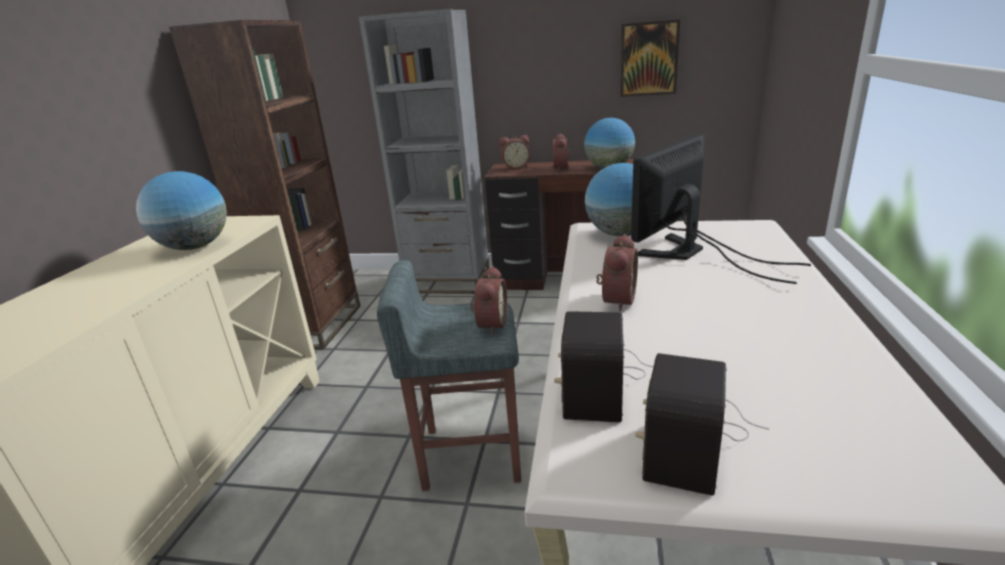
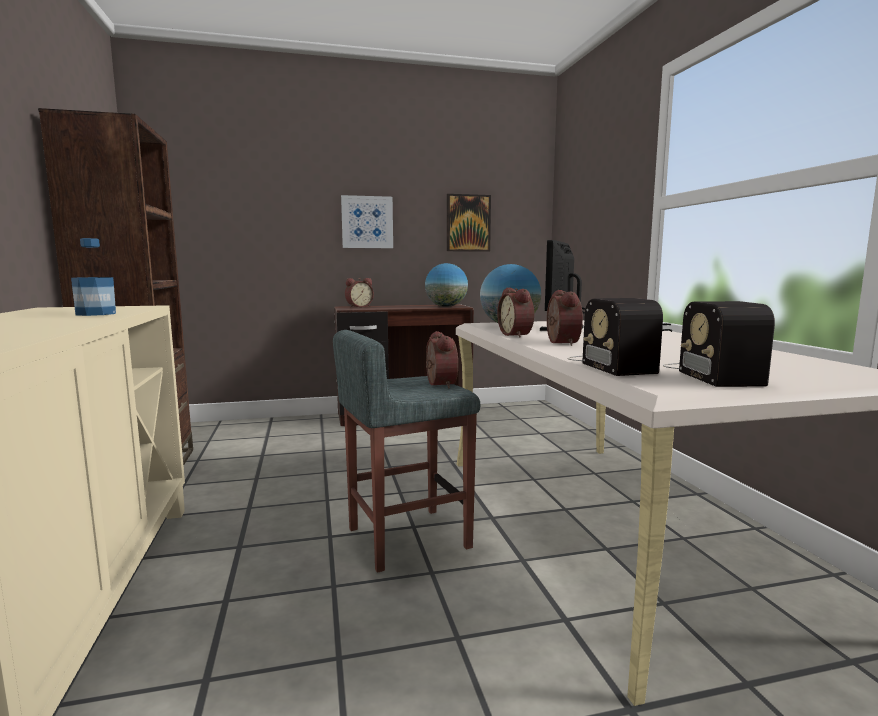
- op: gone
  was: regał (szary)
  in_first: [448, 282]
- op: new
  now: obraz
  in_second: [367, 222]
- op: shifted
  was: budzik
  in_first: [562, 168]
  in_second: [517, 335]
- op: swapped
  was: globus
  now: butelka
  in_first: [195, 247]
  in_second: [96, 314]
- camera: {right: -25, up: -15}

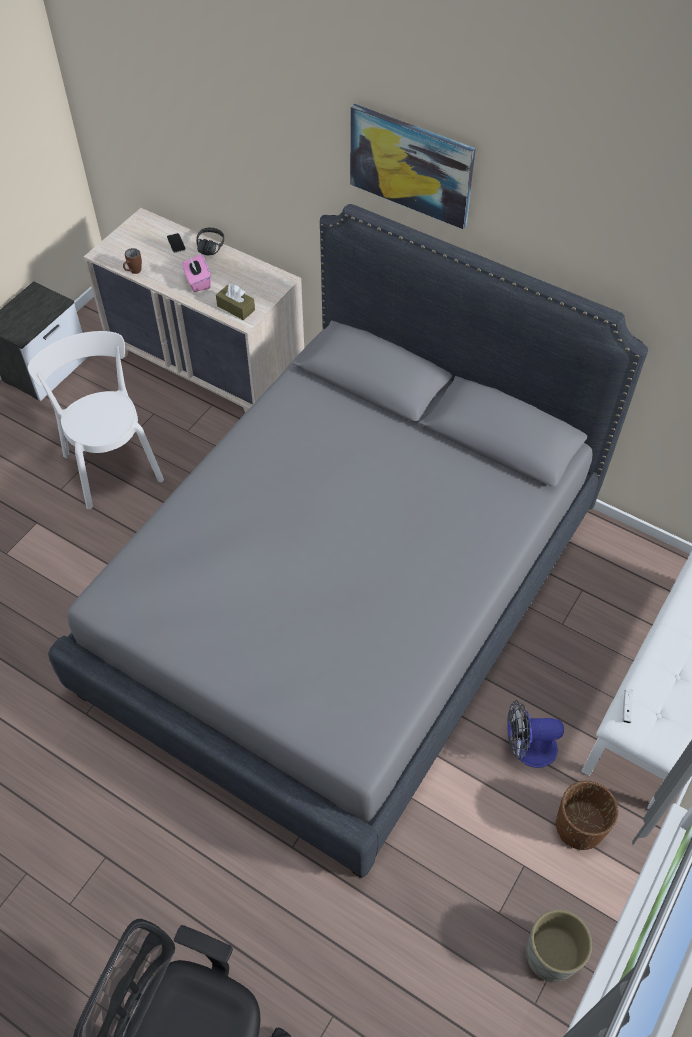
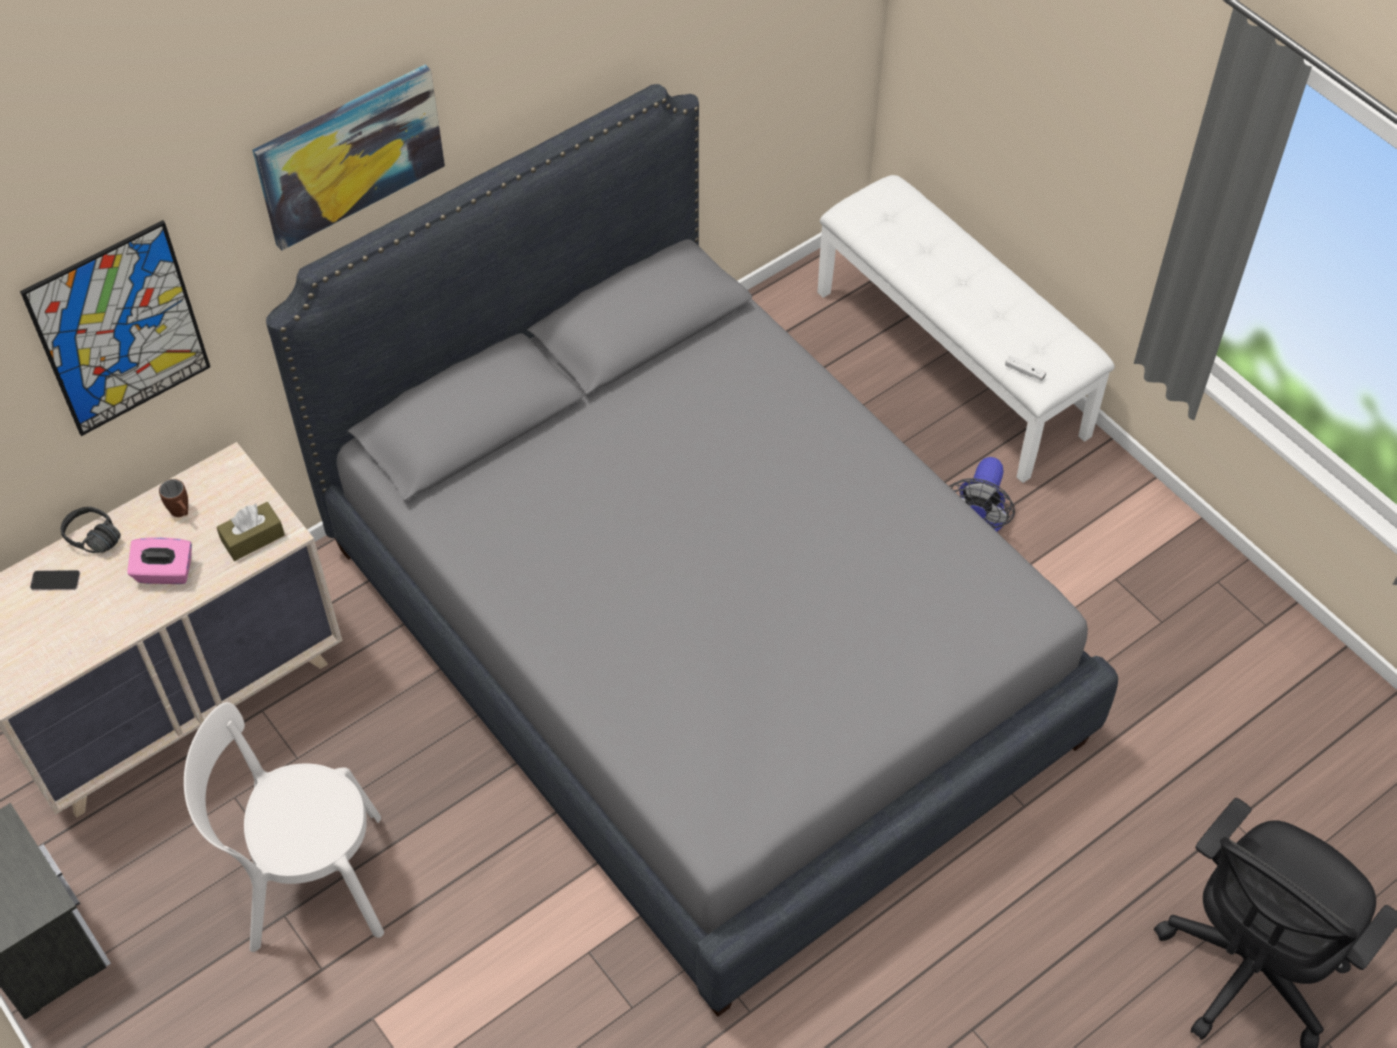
- op: gone
  was: donica (szary)
  in_first: [550, 955]
- op: gone
  was: donica (brązowy)
  in_first: [579, 827]
- op: new
  now: obraz
  in_second: [119, 330]
- op: shifted
  was: kubek (brązowy)
  in_first: [133, 272]
  in_second: [182, 514]
- camera: {right: -70, up: 0}

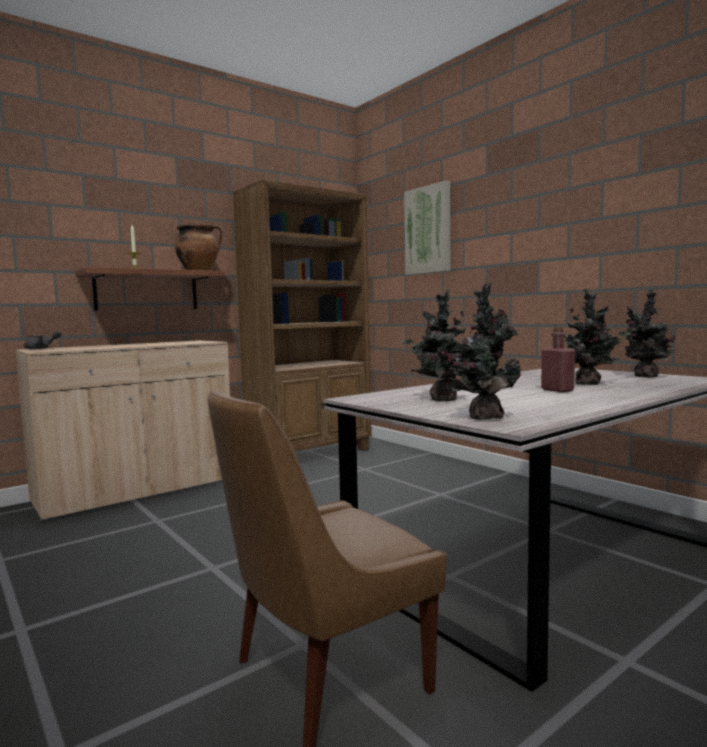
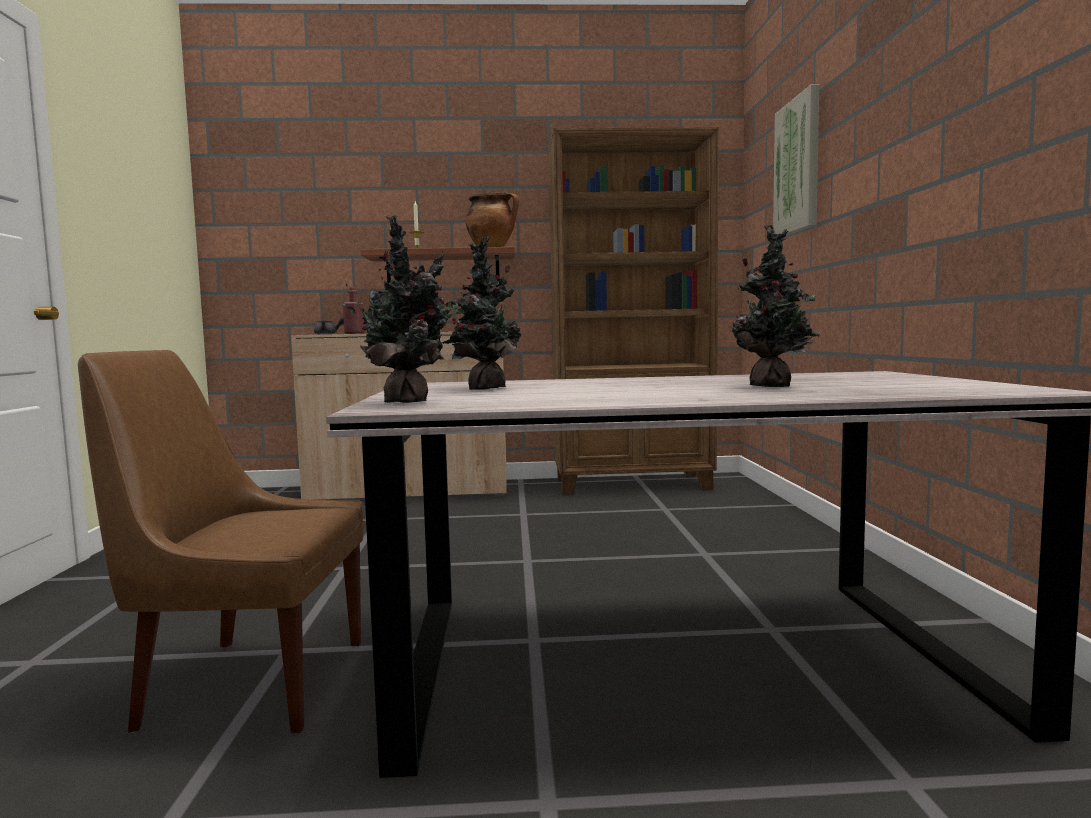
- op: gone
  was: roślina doniczkowa
  in_first: [645, 377]
- op: shifted
  was: butelka (czerwony)
  in_first: [557, 390]
  in_second: [354, 333]
- camera: {right: 35, up: 0}

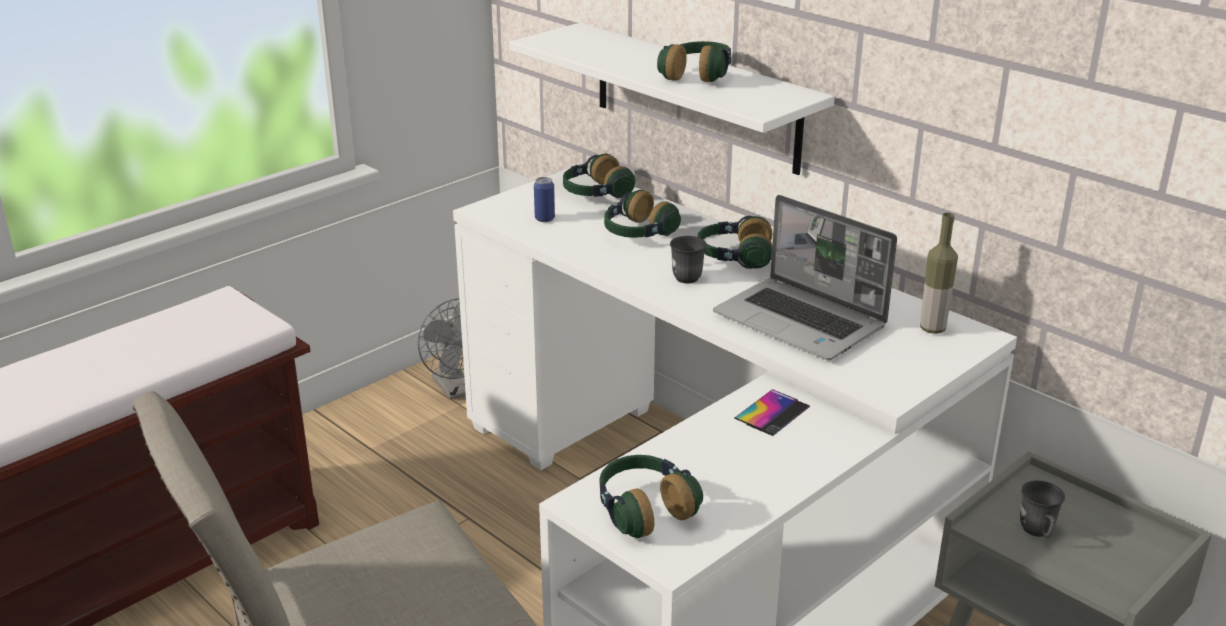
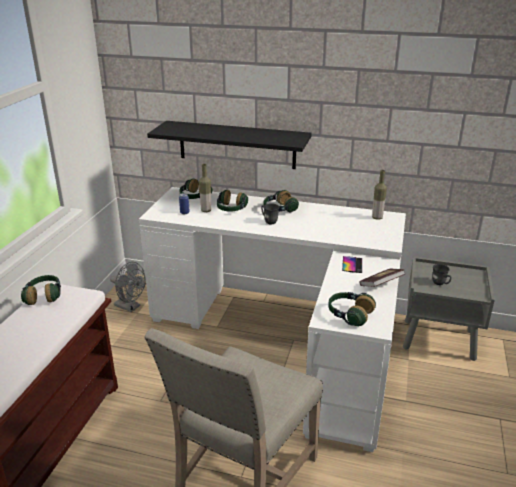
- op: gone
  was: laptop
  in_first: [801, 322]
- op: new
  now: butelka
  in_second: [206, 210]
- op: new
  now: książka
  in_second: [381, 285]
- op: shifted
  was: słuchawki
  in_first: [697, 75]
  in_second: [44, 296]
- op: repainted
  was: półka (biały)
  now: półka (czarny)
  in_first: [695, 97]
  in_second: [237, 145]
- camera: {right: -30, up: 0}

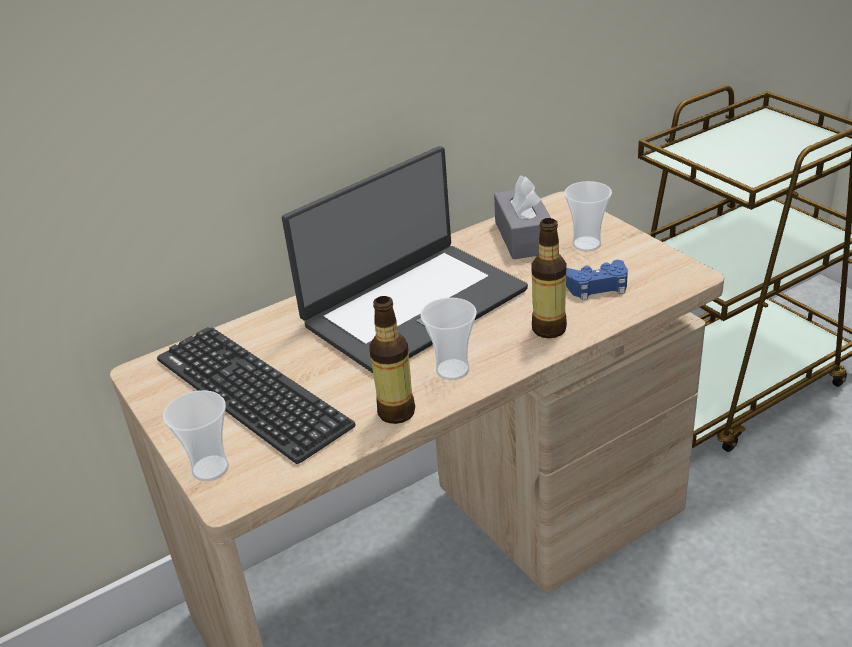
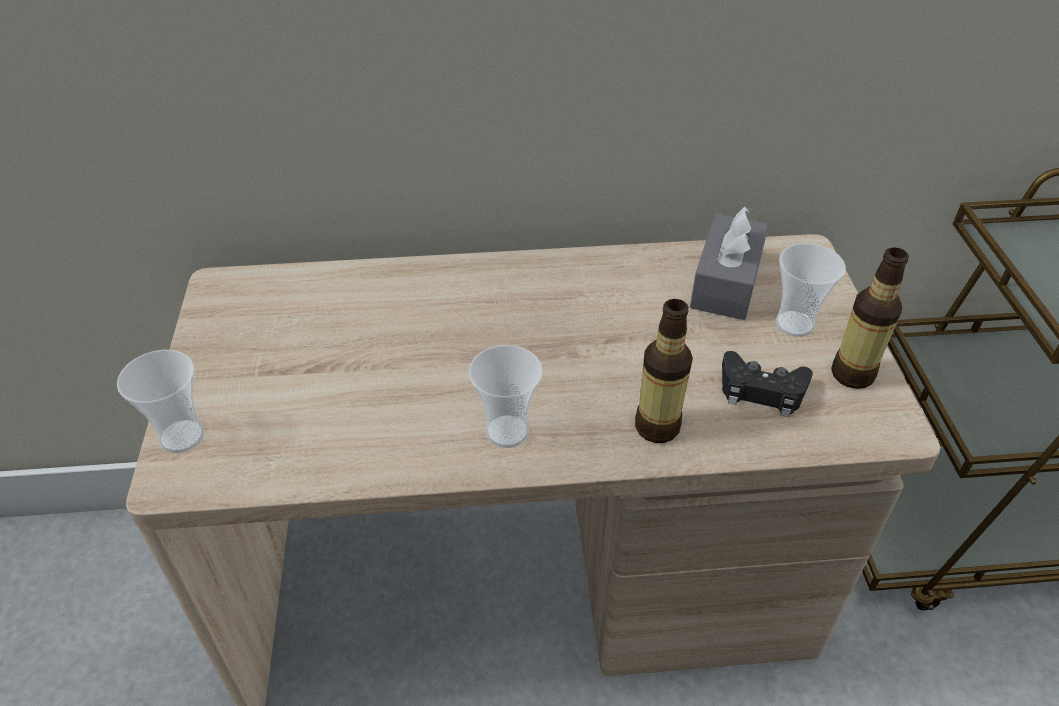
- op: gone
  was: klawiatura
  in_first: [251, 392]
- op: gone
  was: laptop
  in_first: [413, 306]
- op: shifted
  was: butelka
  in_first: [396, 412]
  in_second: [852, 374]
- op: repainted
  was: pad do gier (niebieski)
  now: pad do gier (czarny)
  in_first: [596, 286]
  in_second: [761, 390]
- camera: {right: 25, up: 10}

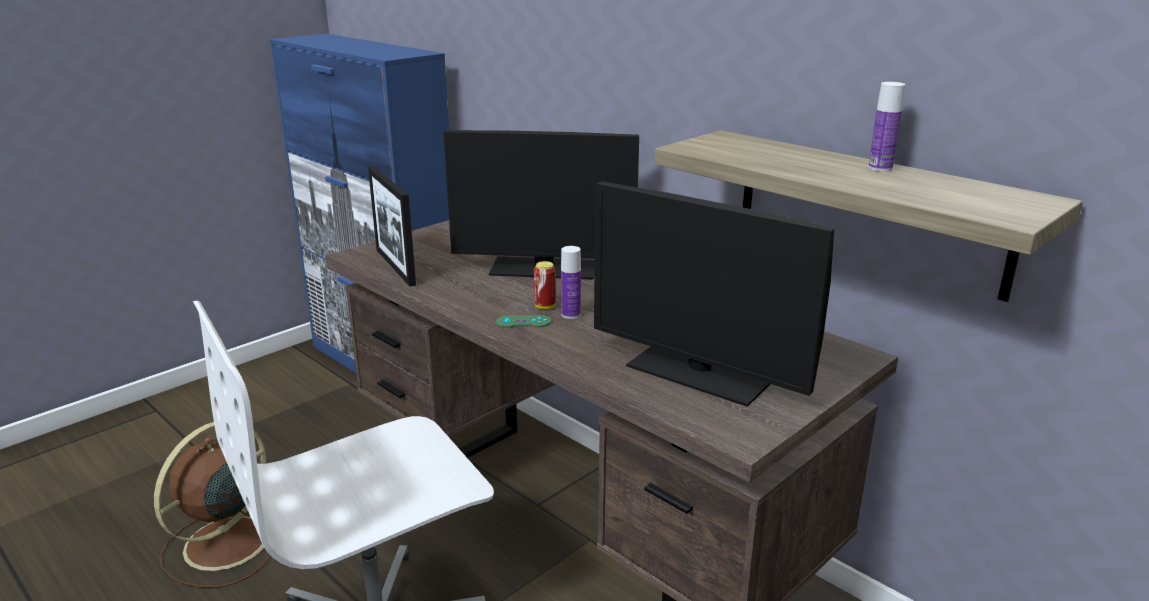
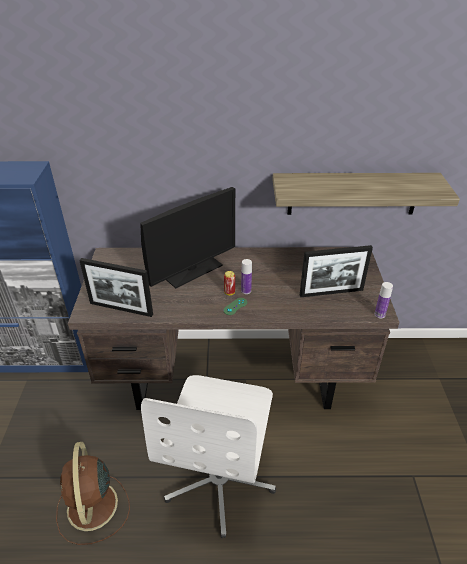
- op: shifted
  was: butelka
  in_first: [880, 168]
  in_second: [379, 314]
- op: swapped
  was: monitor
  now: ramka na zdjęcie
  in_first: [699, 373]
  in_second: [331, 292]
- camera: {right: -45, up: 15}

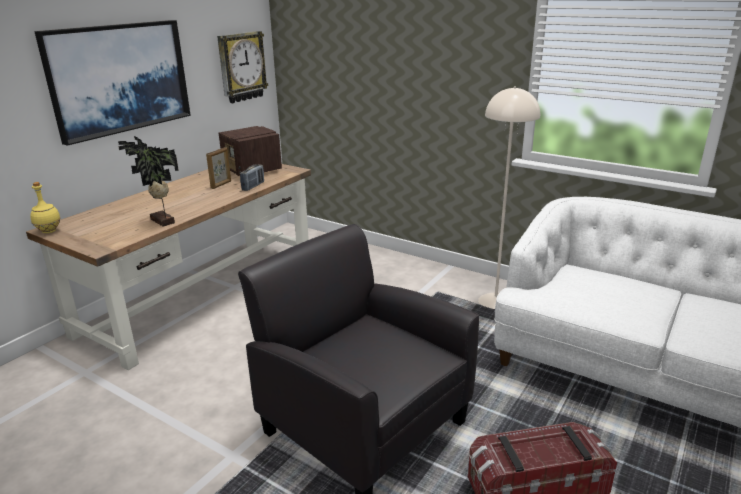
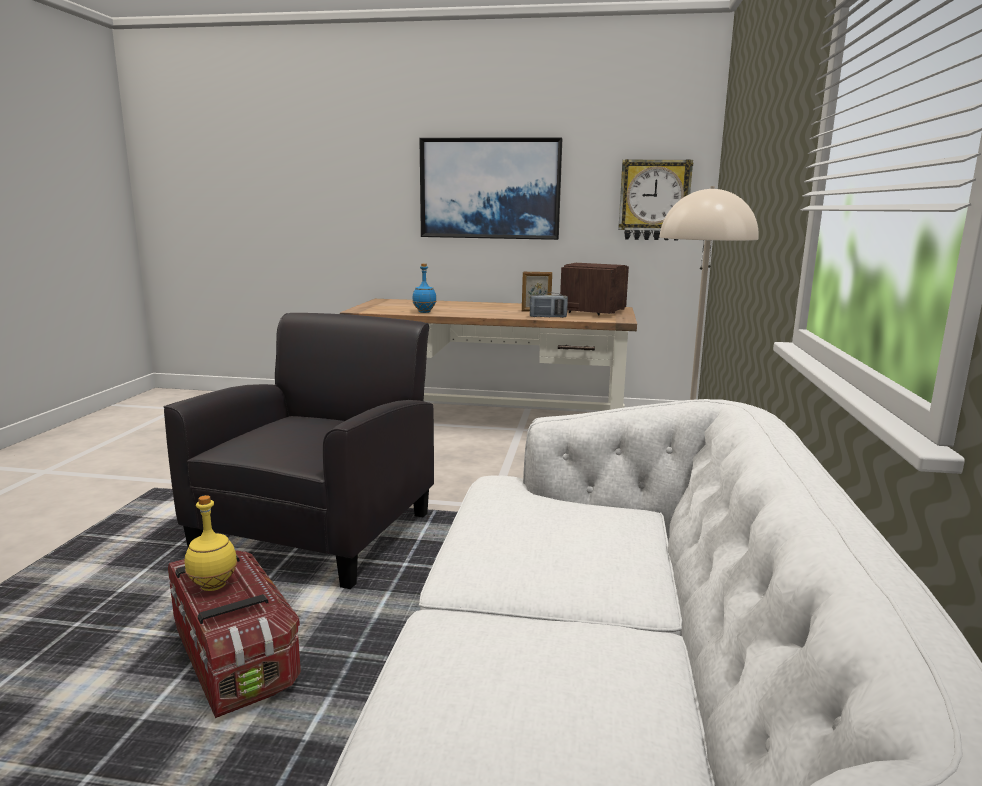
- op: shifted
  was: butelka (żółty)
  in_first: [48, 231]
  in_second: [213, 585]
- op: swapped
  was: roślina doniczkowa
  now: butelka (niebieski)
  in_first: [161, 222]
  in_second: [424, 312]
- camera: {right: 65, up: -10}

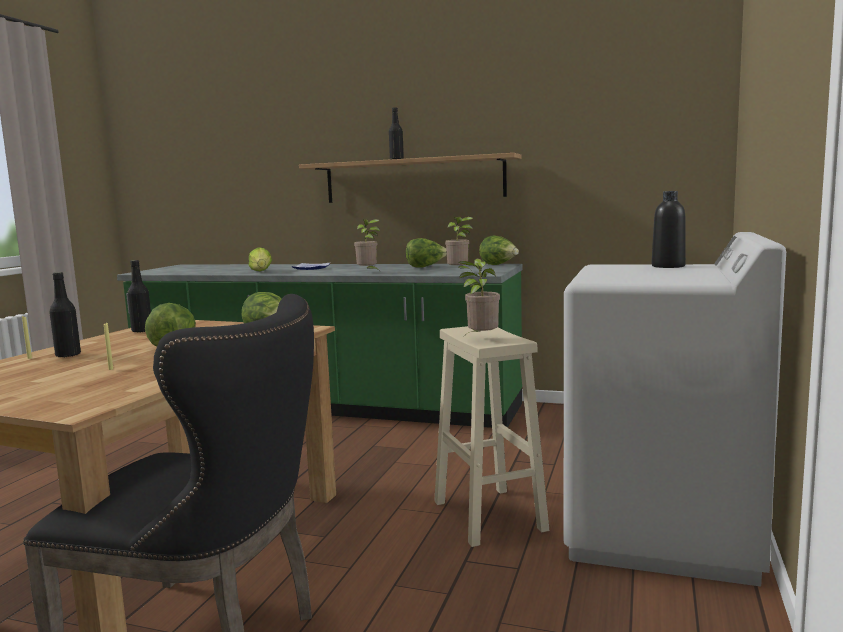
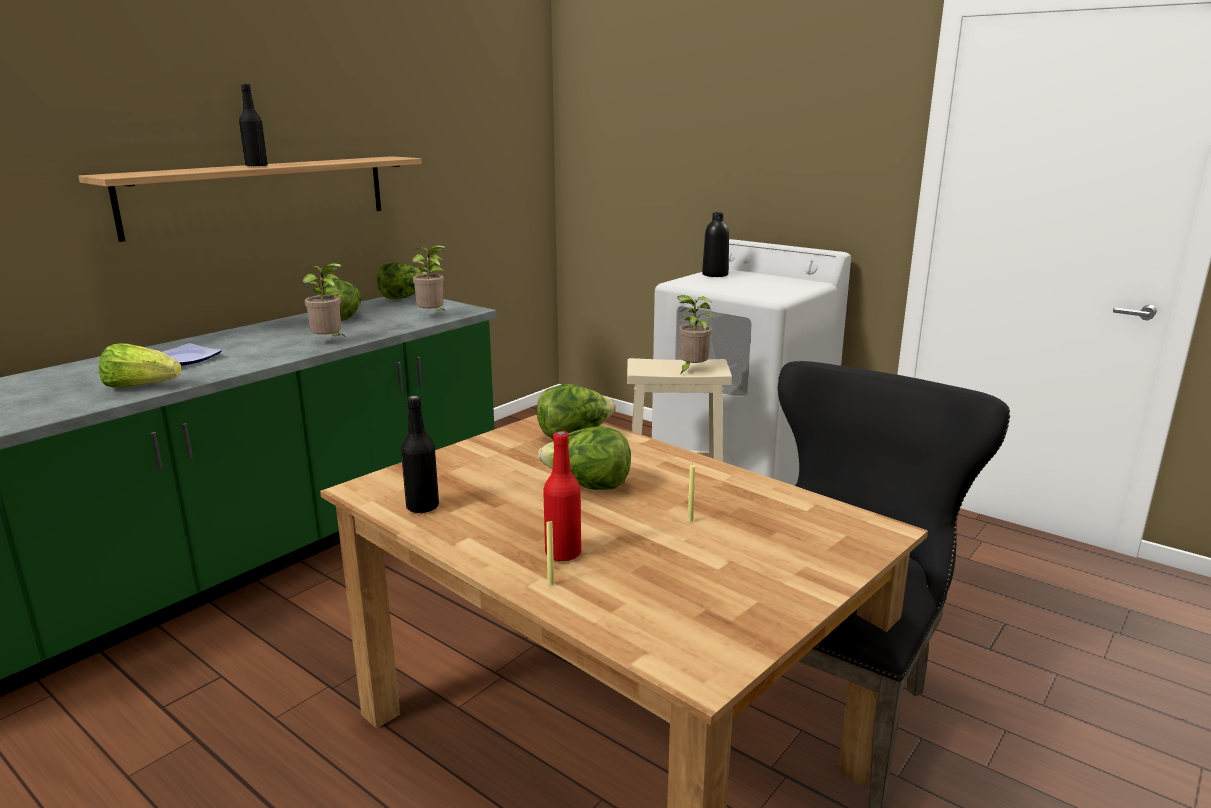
- op: repainted
  was: butelka (czarny)
  now: butelka (czerwony)
  in_first: [68, 355]
  in_second: [563, 554]
- camera: {right: -70, up: 10}

